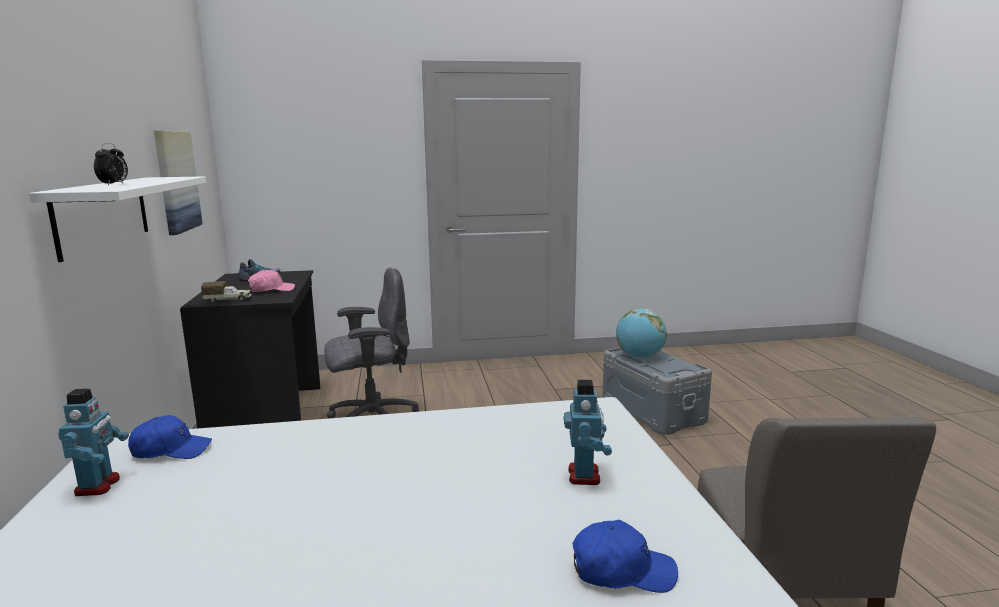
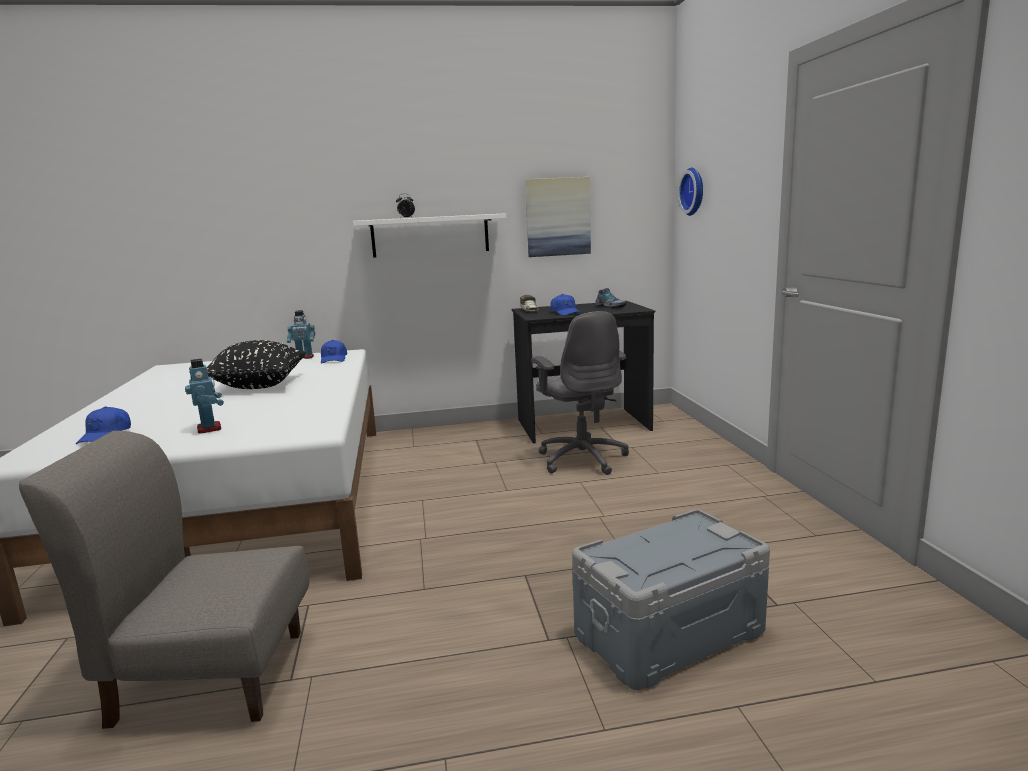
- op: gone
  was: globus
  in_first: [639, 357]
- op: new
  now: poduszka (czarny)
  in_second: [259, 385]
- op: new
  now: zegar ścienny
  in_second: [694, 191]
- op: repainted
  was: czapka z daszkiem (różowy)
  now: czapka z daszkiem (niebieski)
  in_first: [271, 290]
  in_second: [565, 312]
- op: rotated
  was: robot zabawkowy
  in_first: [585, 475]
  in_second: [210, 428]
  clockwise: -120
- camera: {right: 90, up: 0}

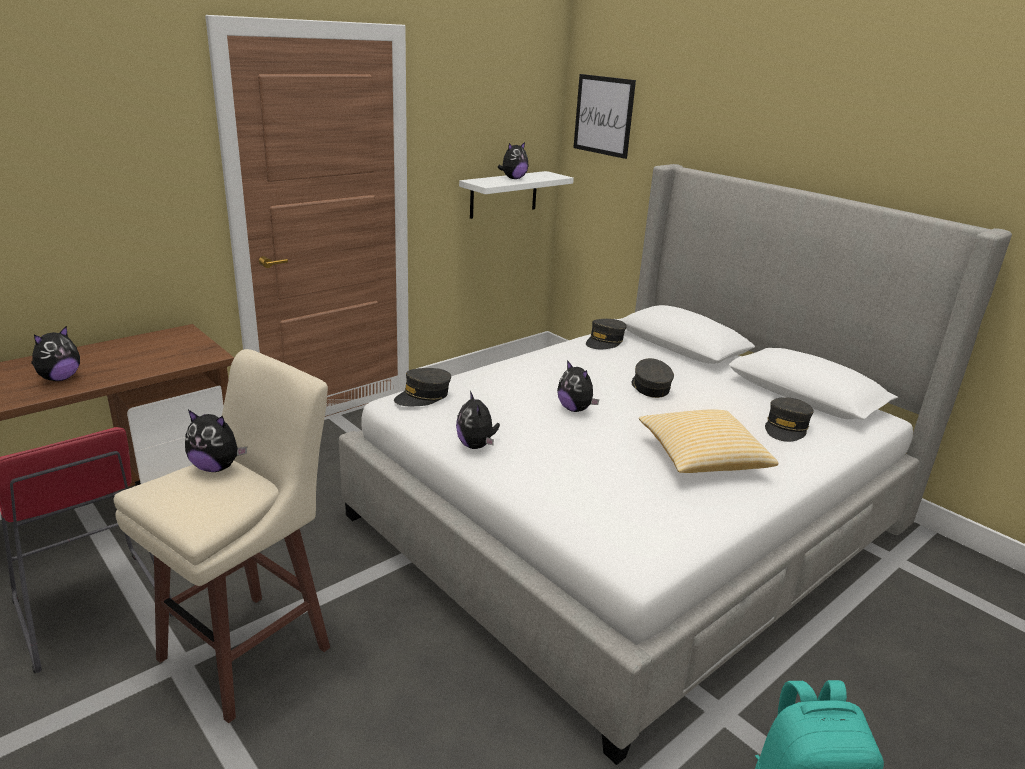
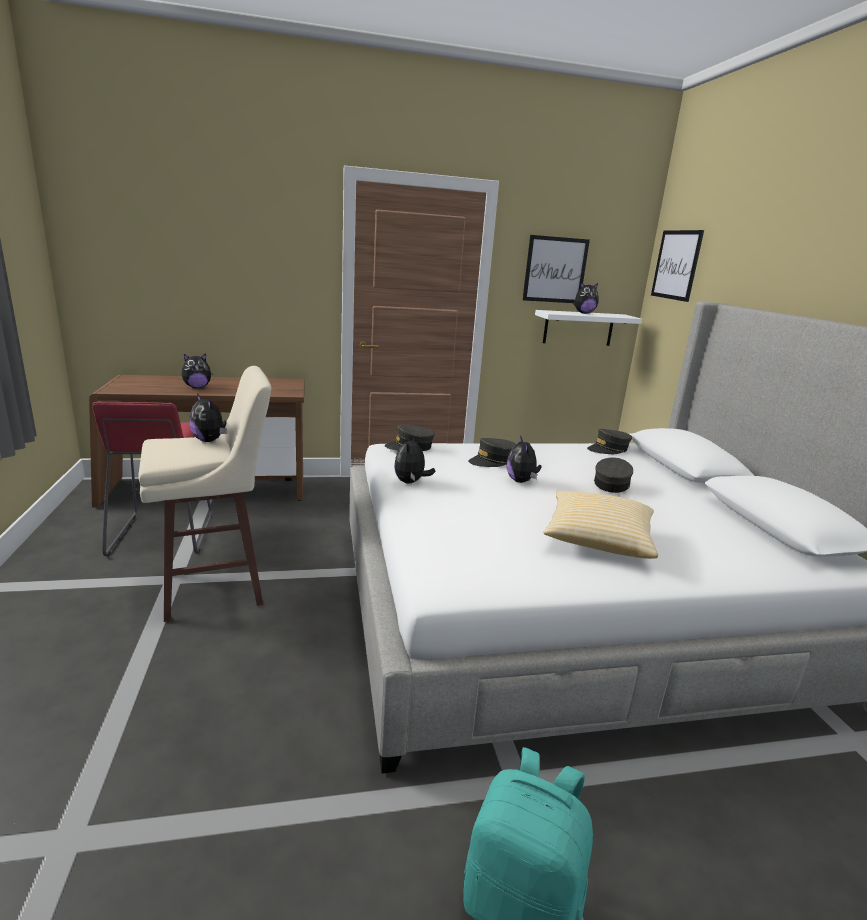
- op: new
  now: obraz
  in_second: [555, 270]
- op: shifted
  was: czapka z daszkiem (szary)
  in_first: [786, 428]
  in_second: [492, 461]
- camera: {right: 30, up: -5}

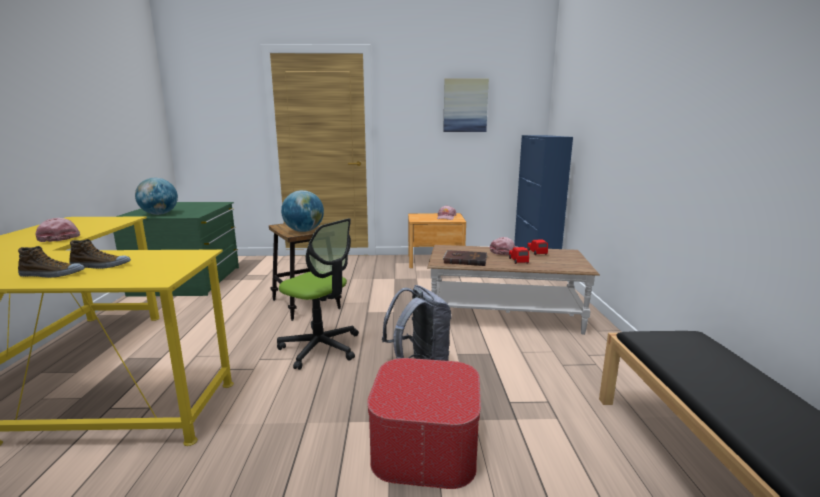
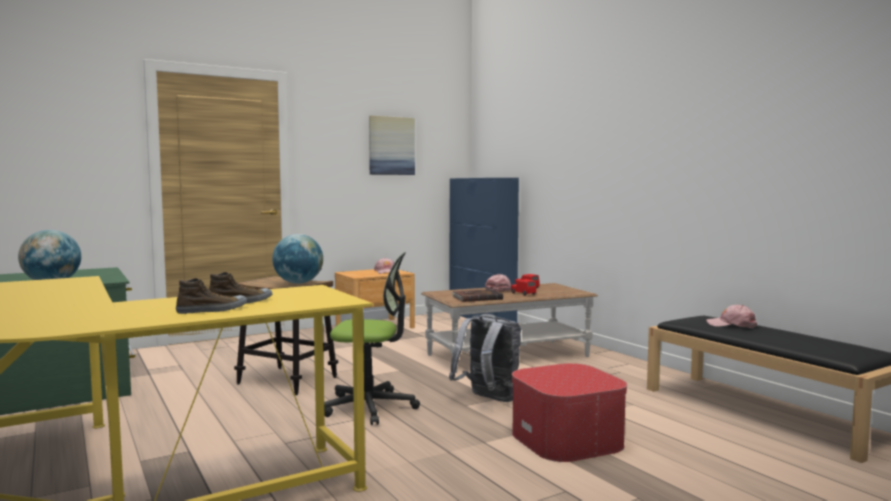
- op: shifted
  was: czapka z daszkiem (różowy)
  in_first: [59, 237]
  in_second: [731, 325]
- camera: {right: -30, up: -10}

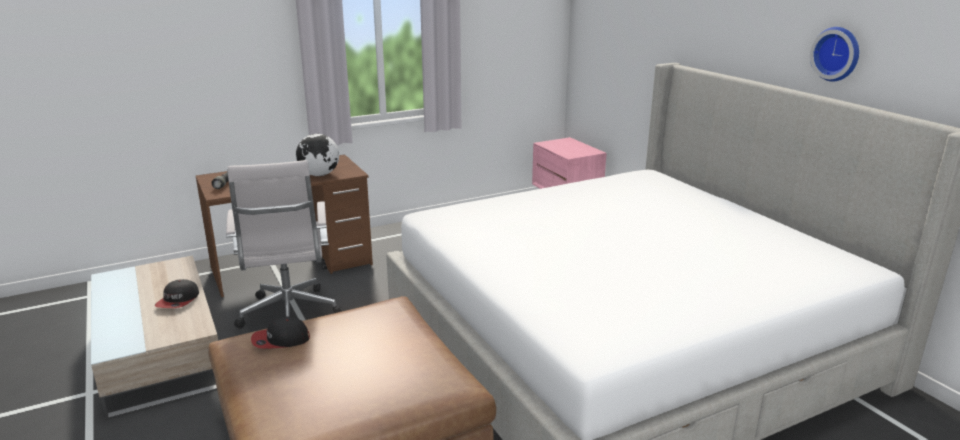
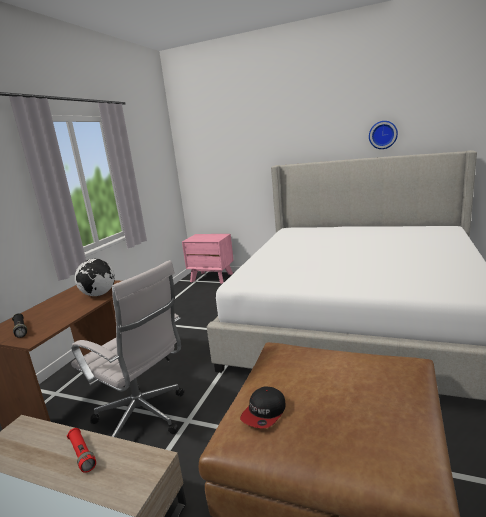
- op: swapped
  was: czapka z daszkiem
  now: latarka (czerwony)
  in_first: [178, 300]
  in_second: [82, 454]
- camera: {right: -40, up: -5}

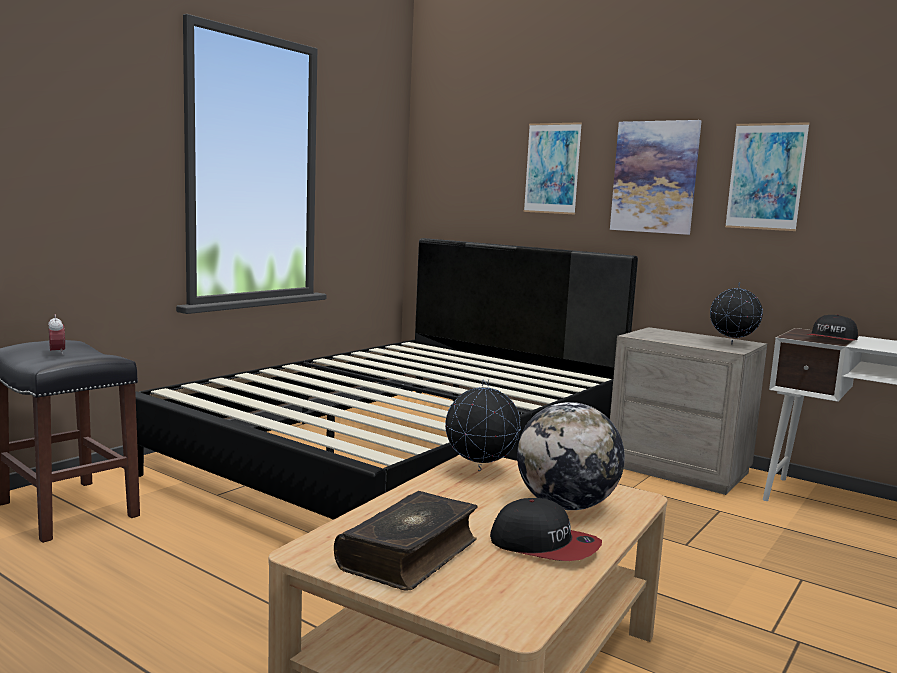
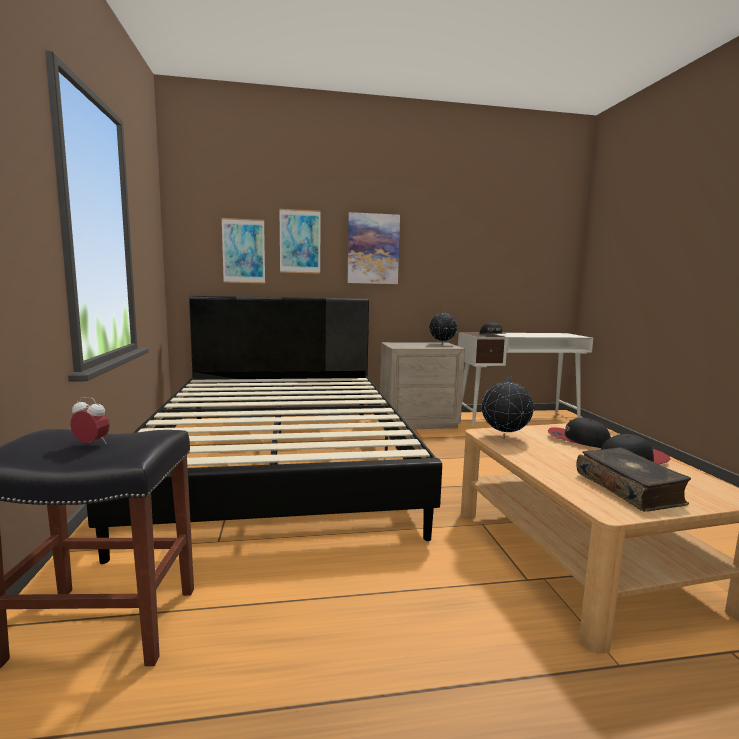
- op: shifted
  was: obraz
  in_first: [766, 176]
  in_second: [243, 251]
- op: swapped
  was: globus
  now: czapka z daszkiem
  in_first: [566, 506]
  in_second: [578, 440]
- camera: {right: -45, up: 0}

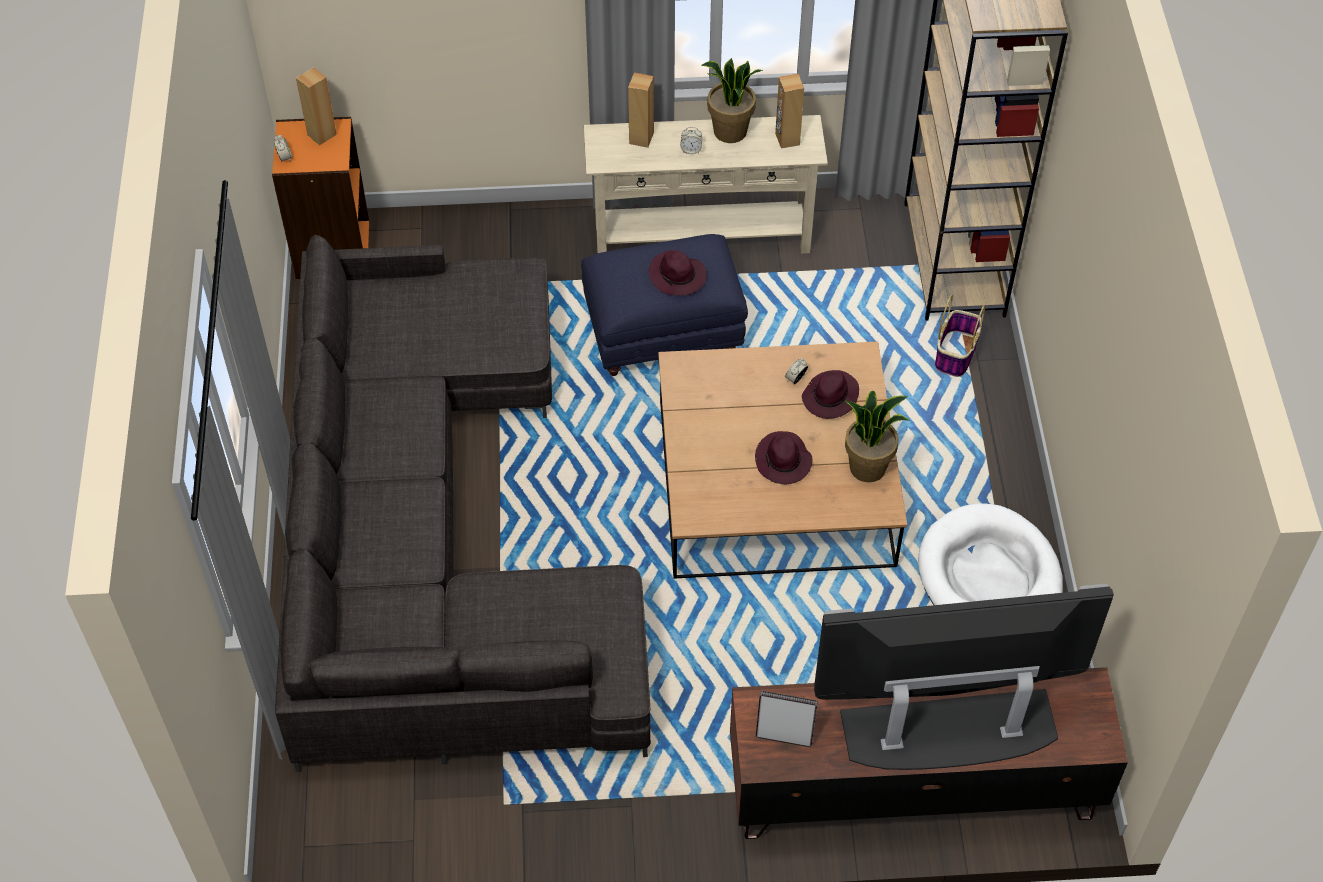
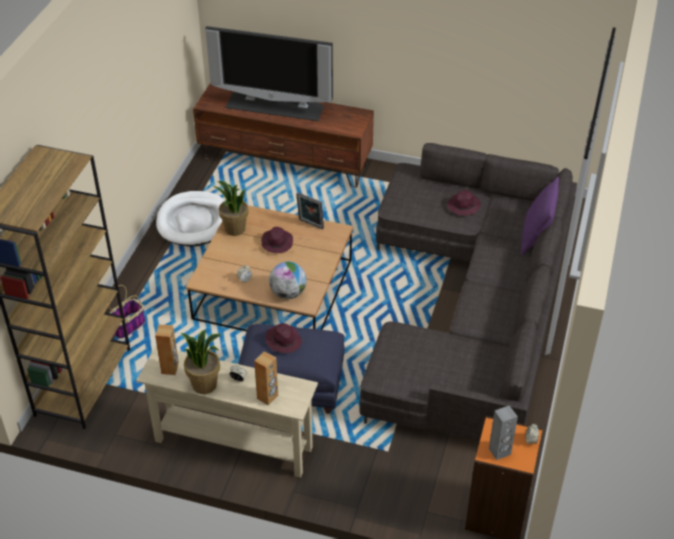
- op: new
  now: globus
  in_second: [288, 293]
- op: new
  now: poduszka (fioletowy)
  in_second: [536, 237]
- op: shifted
  was: ramka na zdjęcie
  in_first: [784, 737]
  in_second: [310, 225]
- op: shifted
  was: kapelusz (fioletowy)
  in_first: [830, 398]
  in_second: [463, 205]
- op: repainted
  was: głośnik (brązowy)
  now: głośnik (szary)
  in_first: [321, 134]
  in_second: [499, 452]
- camera: {right: -160, up: -10}

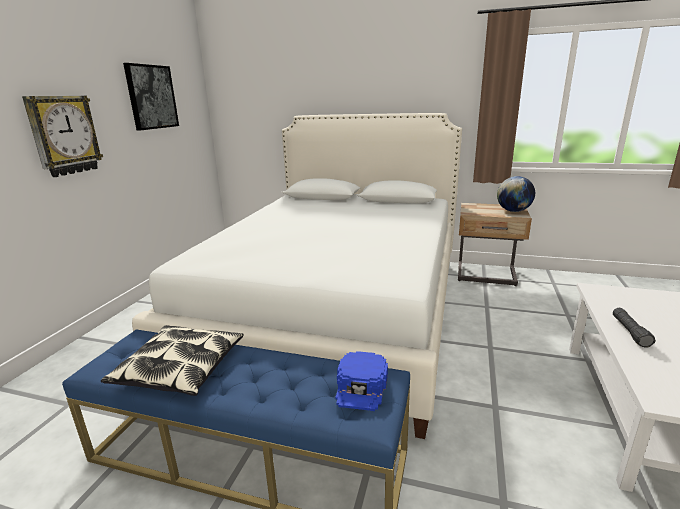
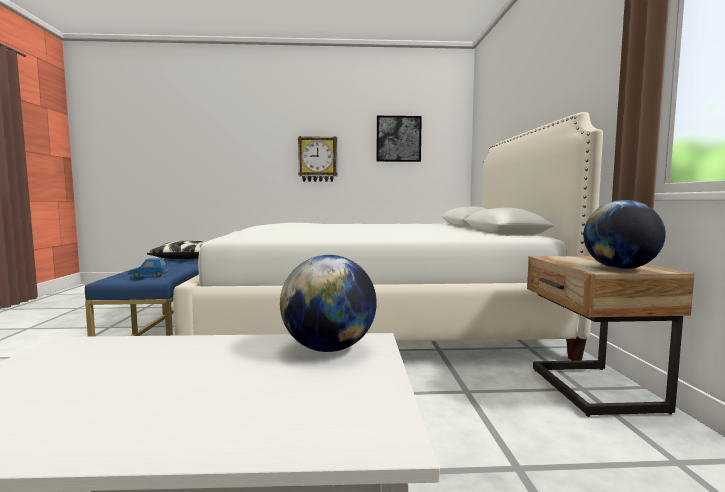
- op: gone
  was: latarka (czarny)
  in_first: [629, 332]
- op: new
  now: globus
  in_second: [329, 348]
- op: swapped
  was: czapka z daszkiem (niebieski)
  now: samochodzik (niebieski)
  in_first: [362, 386]
  in_second: [149, 275]
- camera: {right: 70, up: -15}

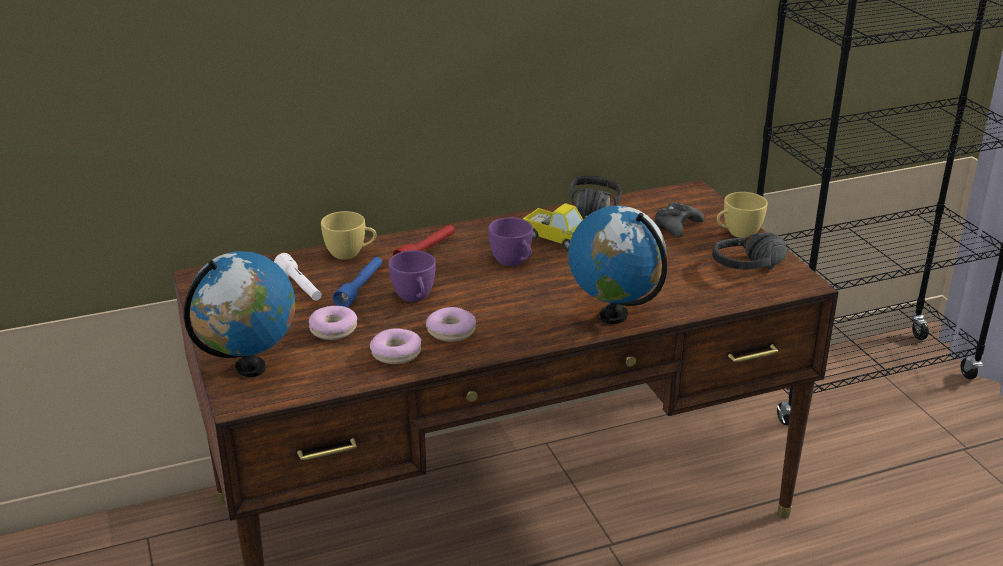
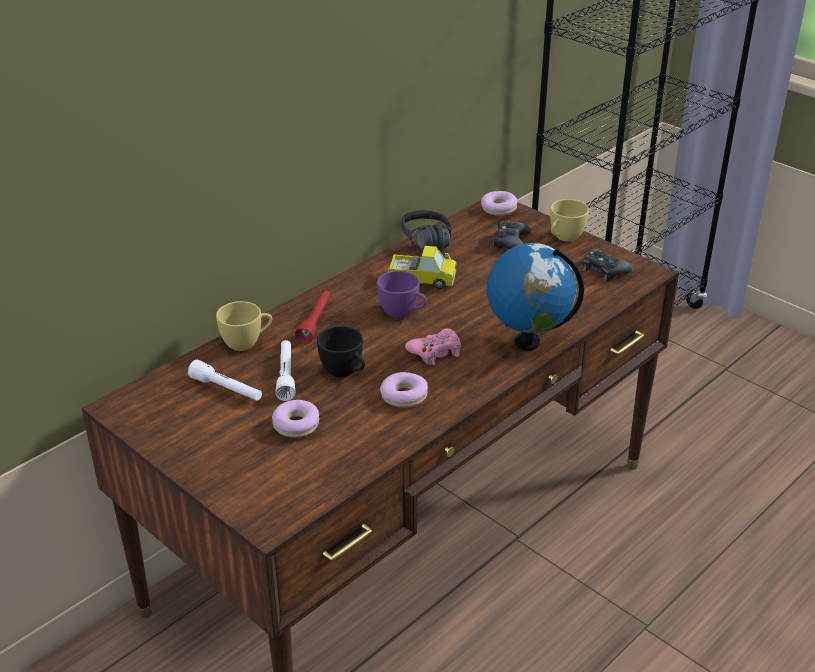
- op: gone
  was: globus
  in_first: [250, 368]
- op: new
  now: pad do gier (różowy)
  in_second: [435, 352]
- op: shifted
  was: donut
  in_first: [396, 353]
  in_second: [498, 209]
- op: swapped
  was: słuchawki (czarny)
  now: pad do gier (czarny)
  in_first: [754, 271]
  in_second: [604, 270]
- op: repainted
  was: latarka (niebieski)
  now: latarka (biały)
  in_first: [360, 288]
  in_second: [286, 375]
- op: repainted
  was: filiżanka (fioletowy)
  now: filiżanka (czarny)
  in_first: [415, 298]
  in_second: [345, 372]
- camera: {right: -25, up: 5}

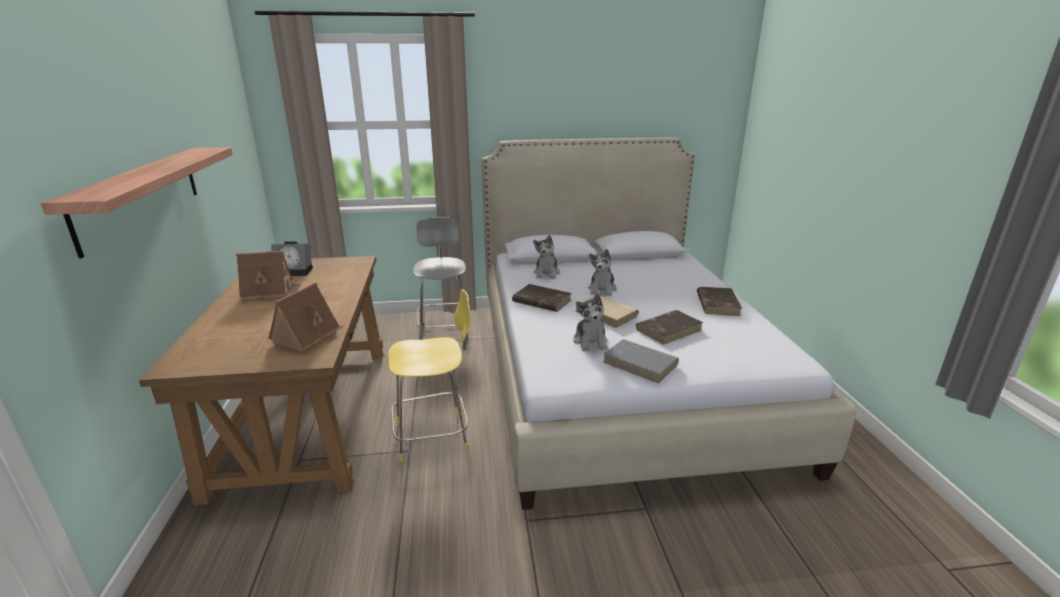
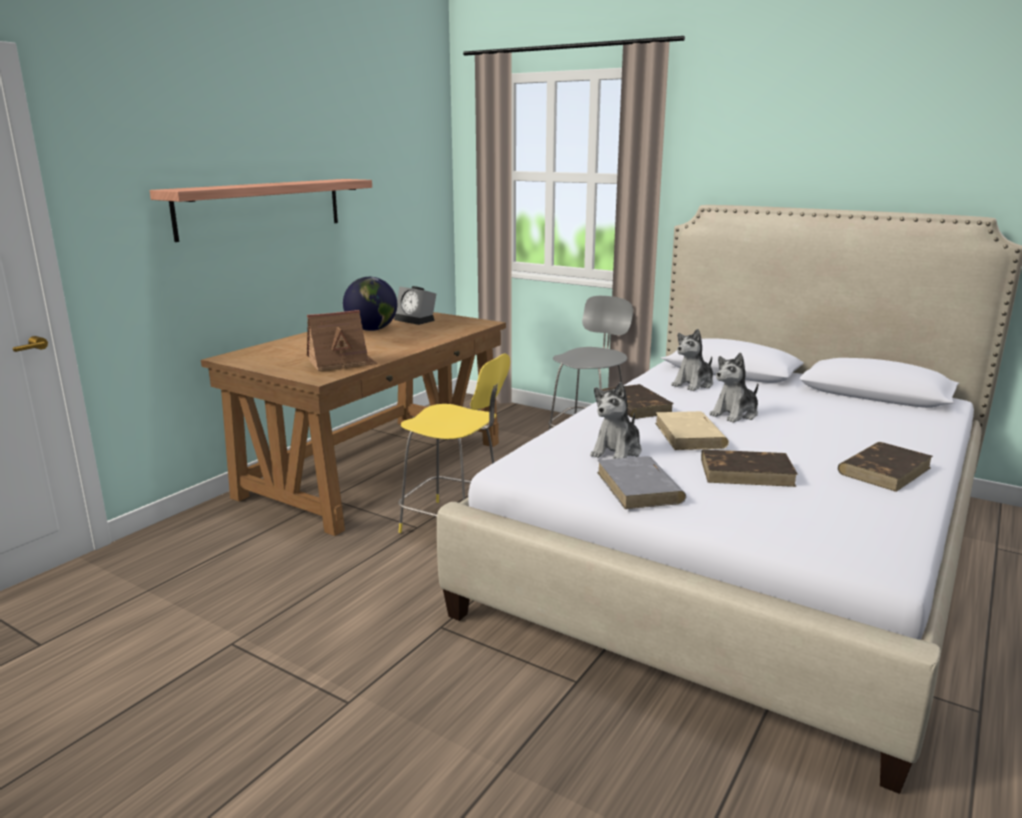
- op: swapped
  was: domek
  now: globus
  in_first: [271, 292]
  in_second: [372, 329]
- camera: {right: 40, up: -5}

